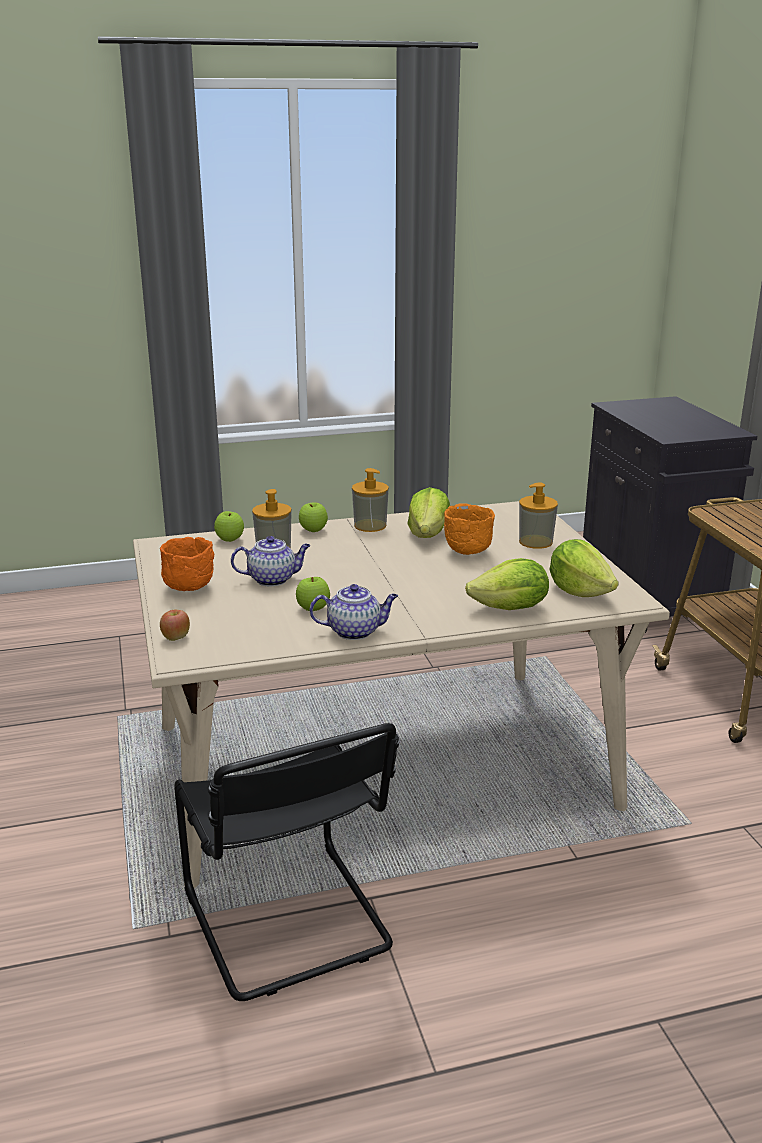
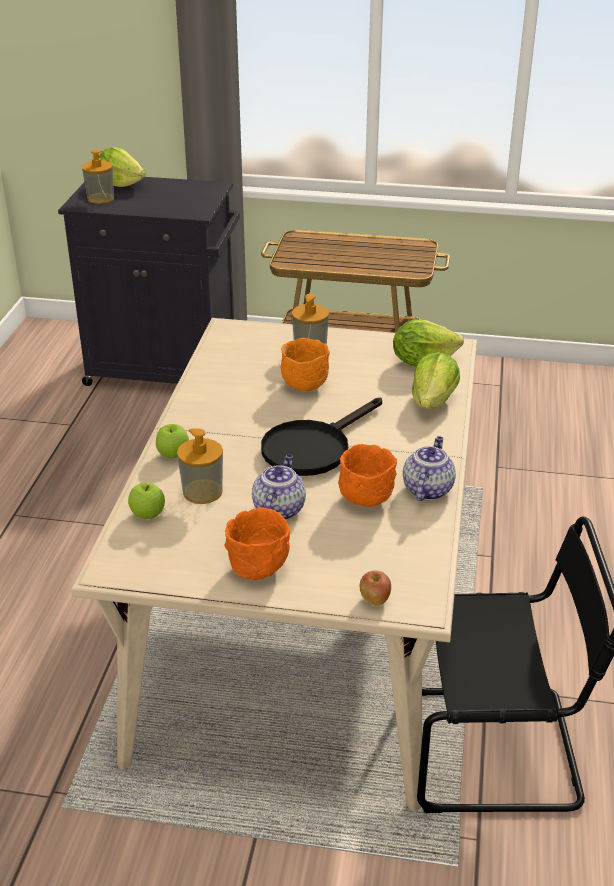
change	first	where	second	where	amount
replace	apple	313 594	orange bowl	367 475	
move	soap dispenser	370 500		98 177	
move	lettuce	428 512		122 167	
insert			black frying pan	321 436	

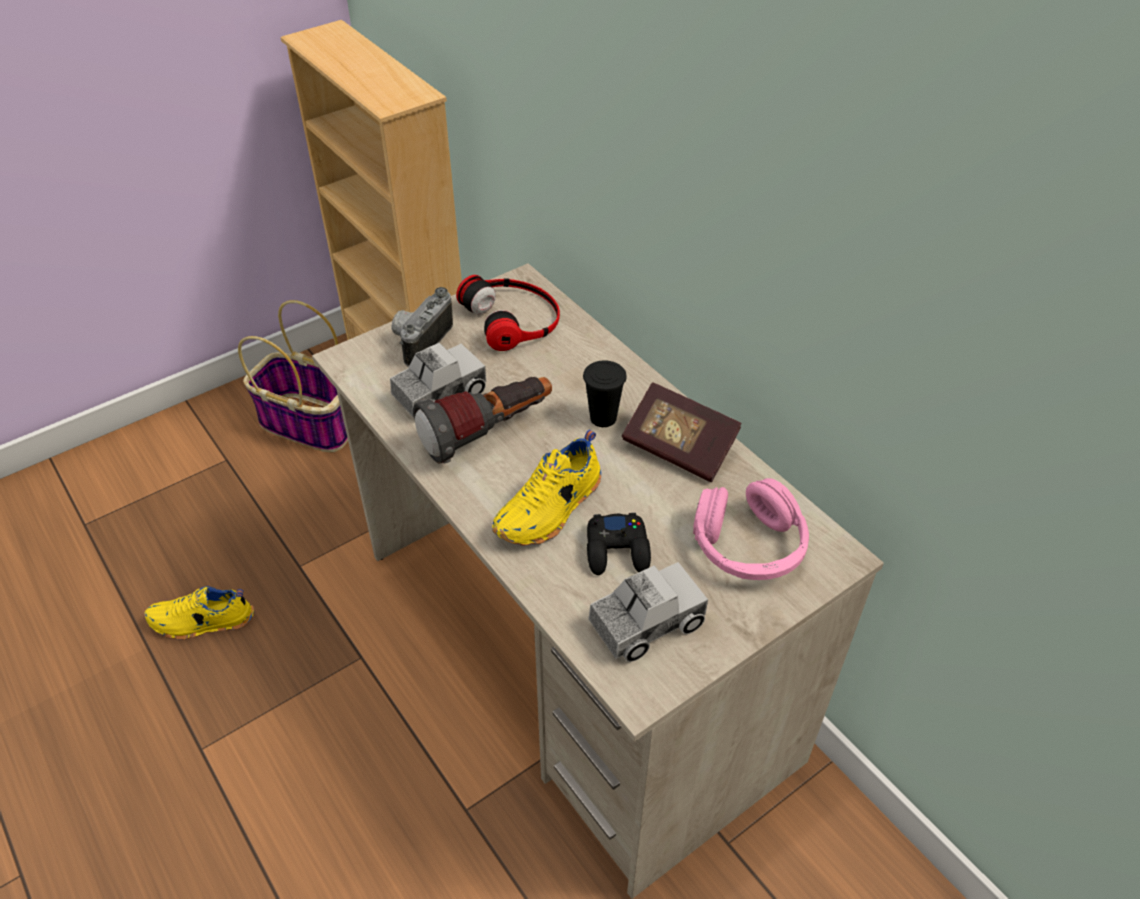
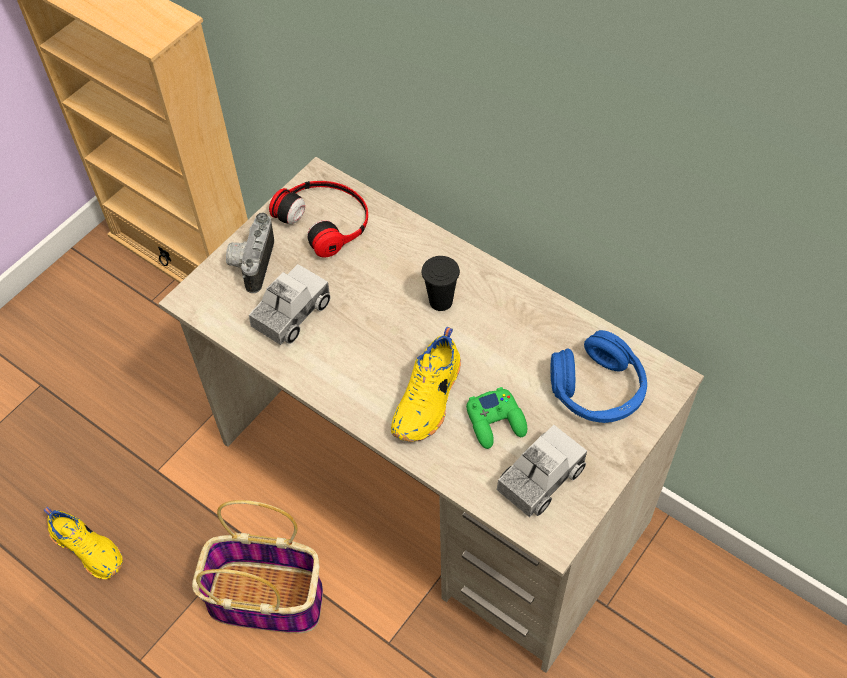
change	first	where	second	where	amount
rotate	yellow shoe	199 613		83 543	120 degrees counterclockwise
move	basket	293 376		257 567	
delete	flashlight	482 420			
recolor	black game controller	619 544	green game controller	496 418	
delete	book	681 432			
recolor	pink headphones	751 529	blue headphones	598 376	

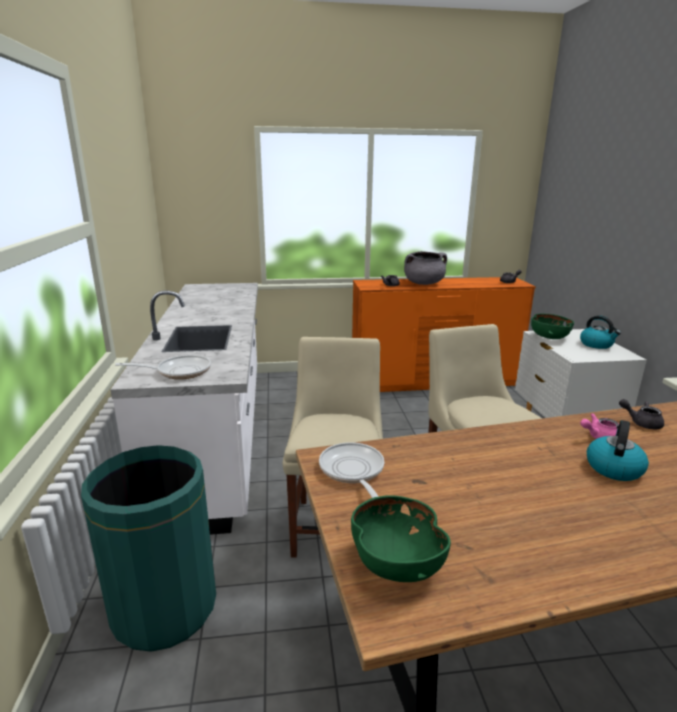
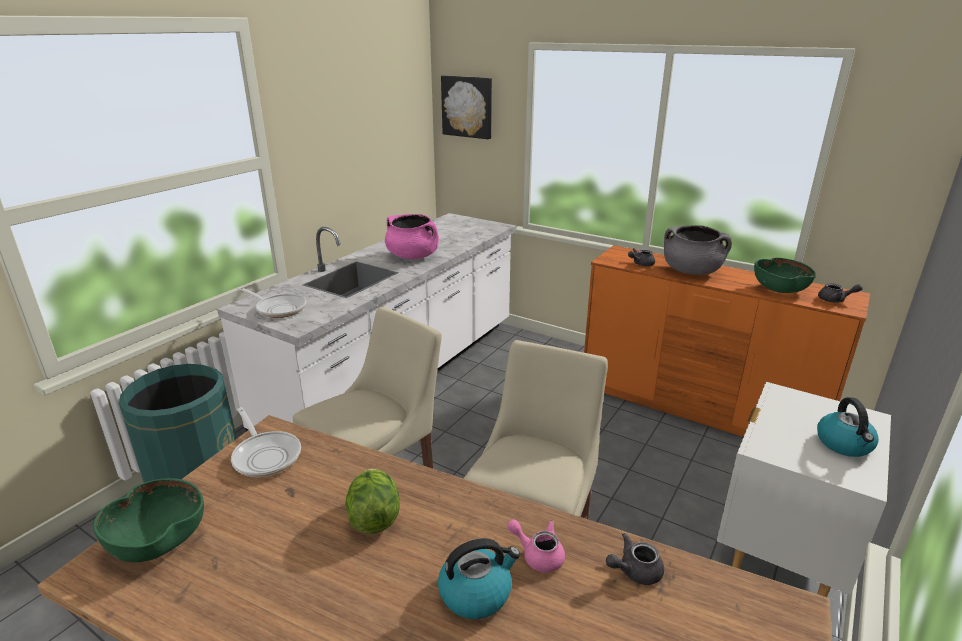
change	first	where	second	where	amount
rotate	frying pan	351 470		266 442	120 degrees clockwise
move	green bowl	552 326		785 275	
rotate	grey teapot	641 414		635 559	90 degrees counterclockwise
insert			lettuce	372 501	
insert			pink cooking pot	412 236	
insert			picture	466 107	

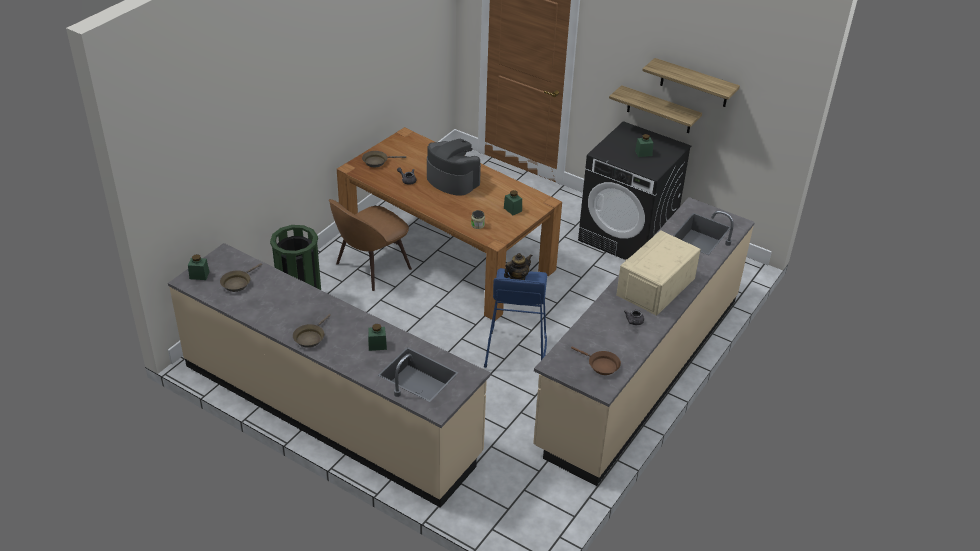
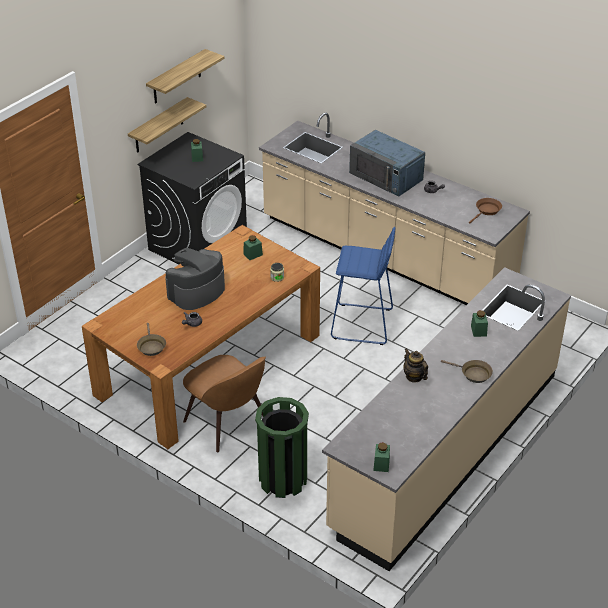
change	first	where	second	where	amount
delete	brown frying pan	241 277			
move	teapot	518 266		415 365	
recolor	beige microwave	658 272	blue microwave	387 163	

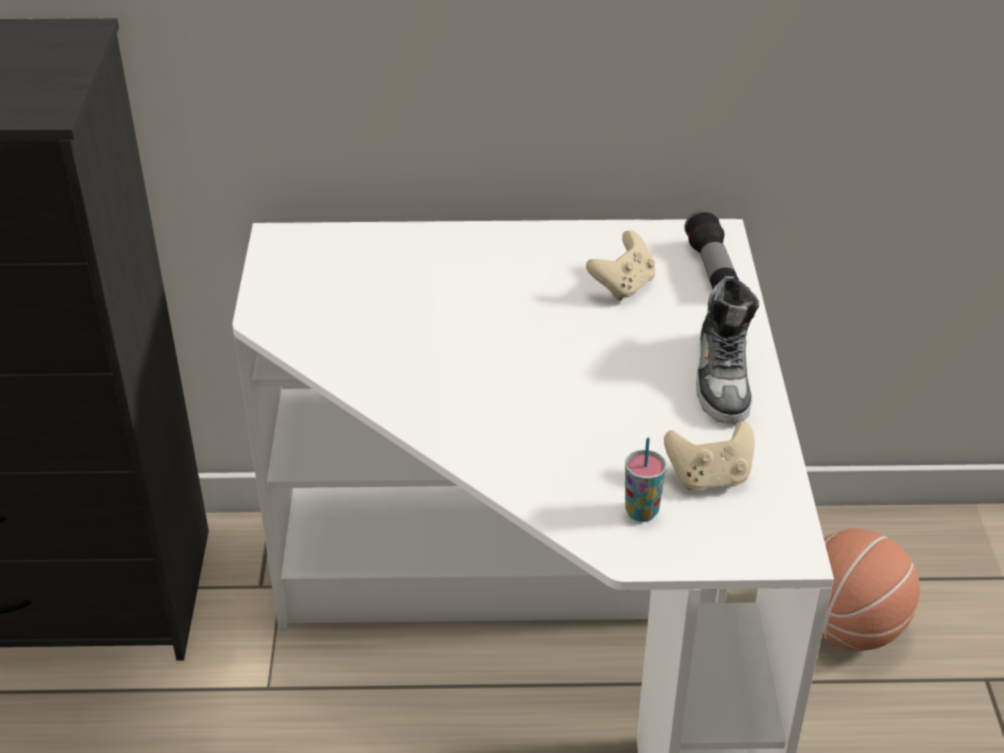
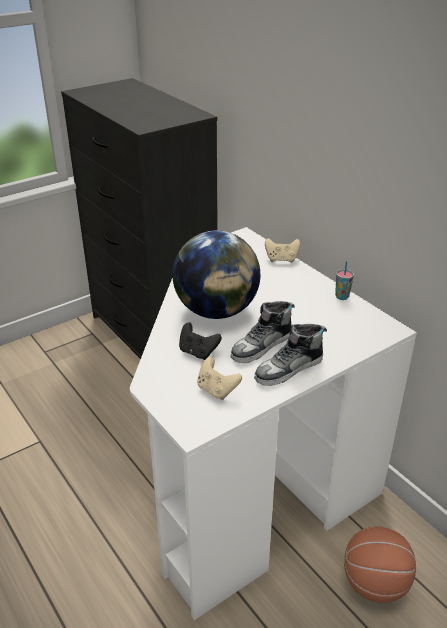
change	first	where	second	where	amount
move	beige game controller	620 266		282 250	
move	cup	646 480		344 280	
delete	flashlight	711 249			
insert			globe	216 274	
insert			black game controller	200 341	
insert			shoe	262 332	

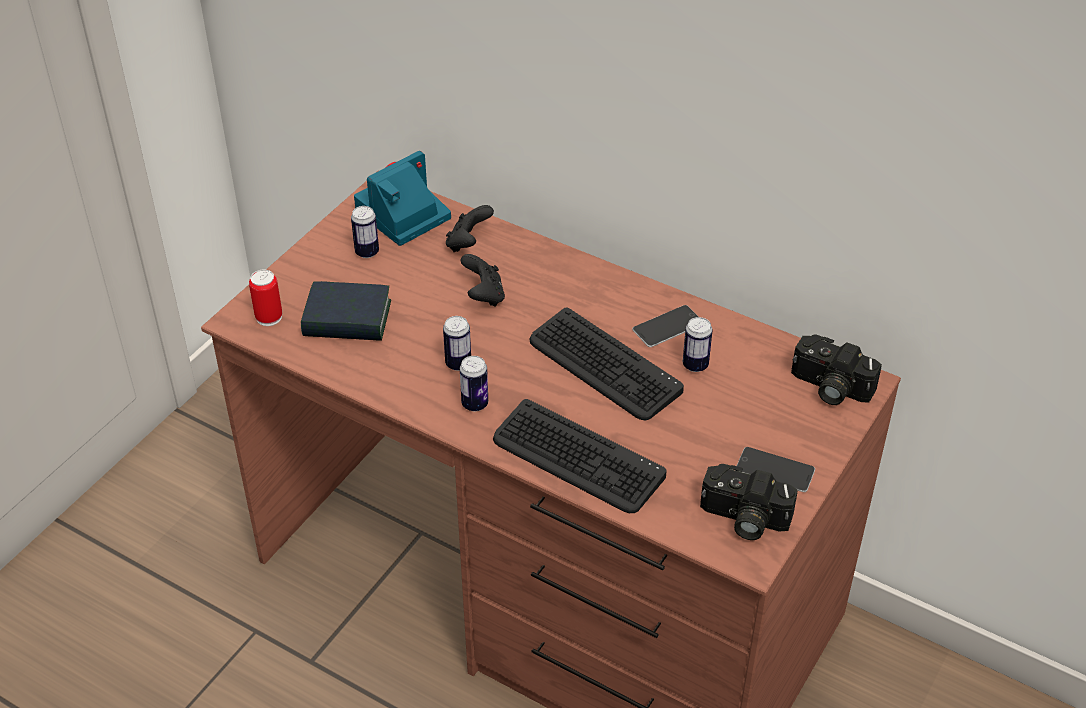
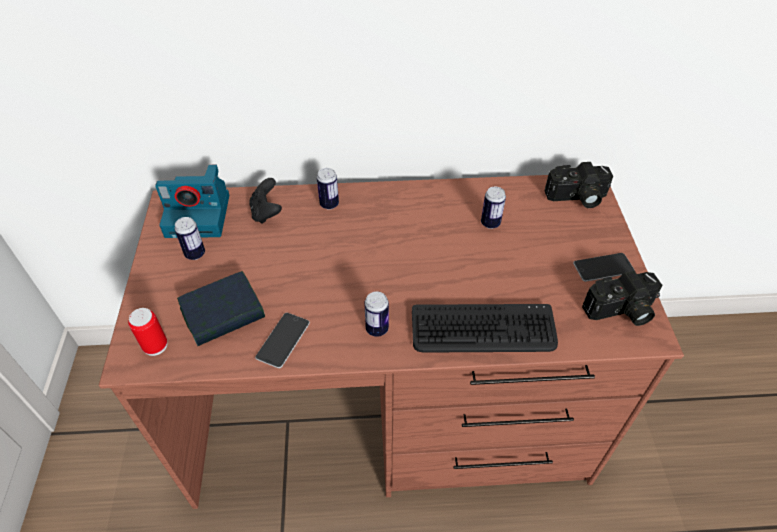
change	first	where	second	where	amount
rotate	photo camera	402 198		192 201	105 degrees counterclockwise
move	can	457 343		328 188	
delete	black game controller	483 280			
delete	keyboard	606 364			
move	phone	665 326		282 340	

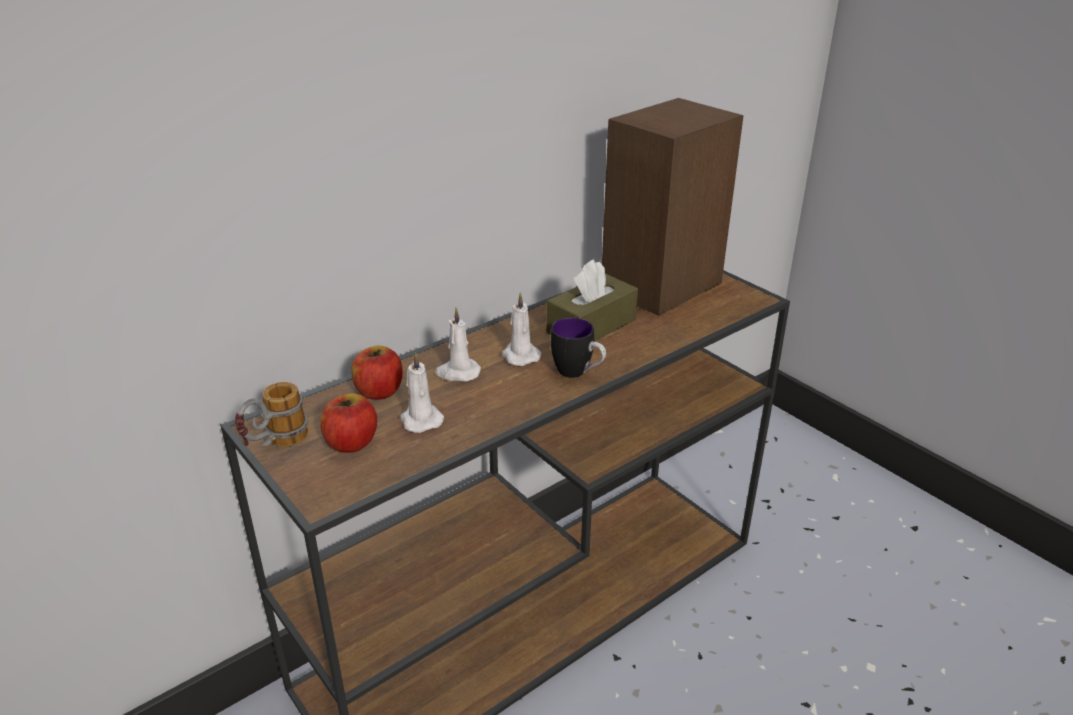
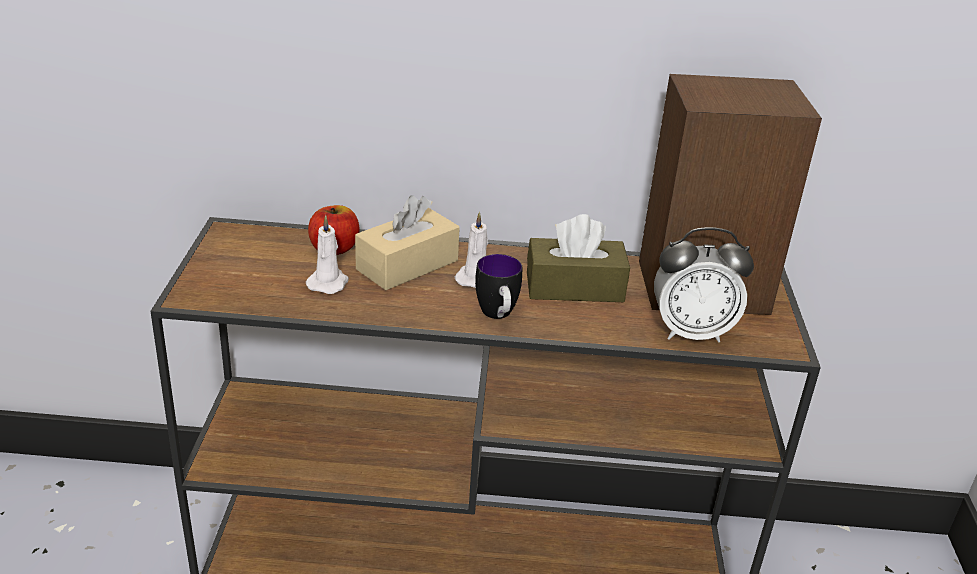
change	first	where	second	where	amount
delete	mug	271 414			
delete	apple	348 423			
replace	white candle	458 345	beige tissue box	407 242	
insert			alarm clock	704 285	

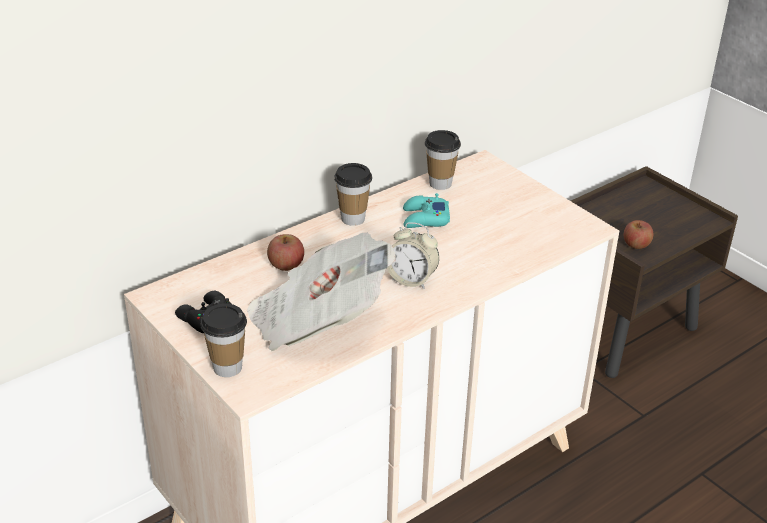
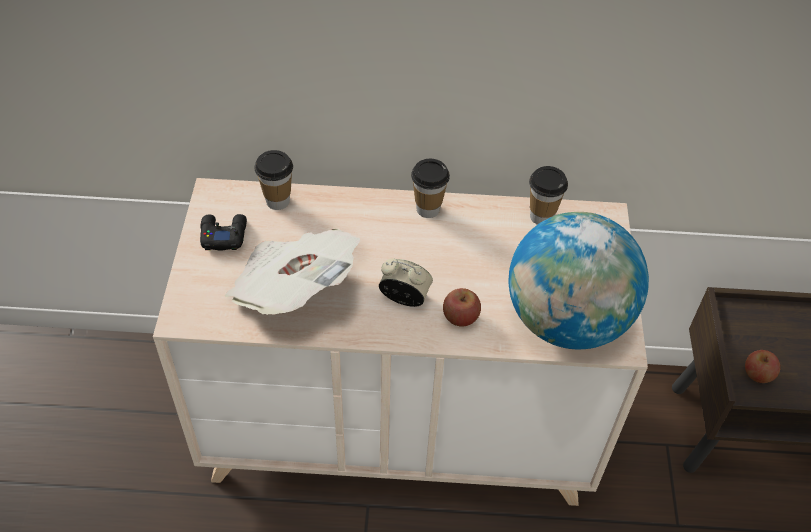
change	first	where	second	where	amount
move	cup	223 340		273 180	
move	apple	285 252		462 307	
rotate	alarm clock	413 255		406 282	135 degrees clockwise
delete	turquoise game controller	426 210			
insert			globe	579 280	

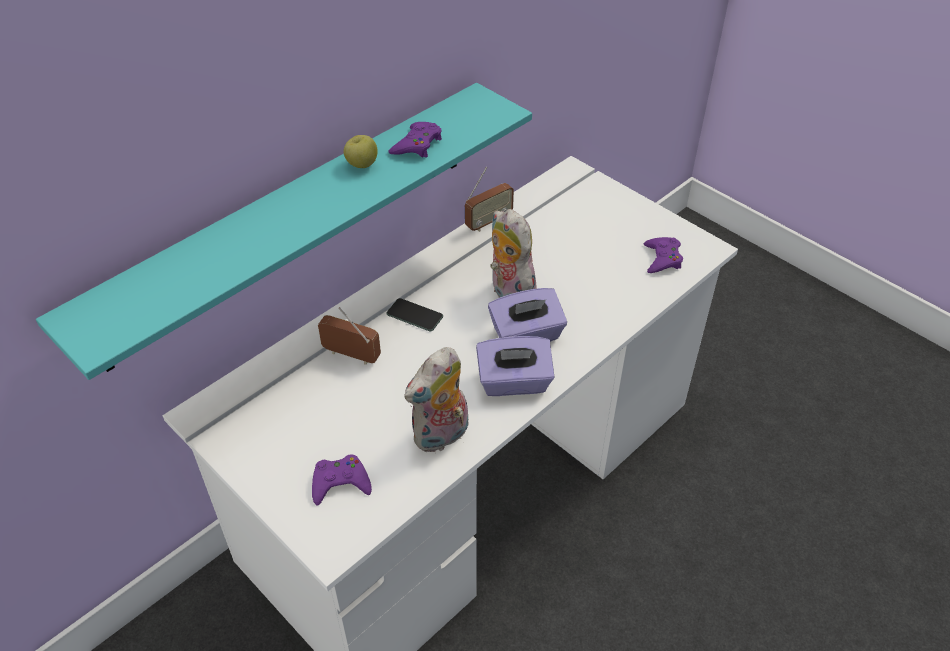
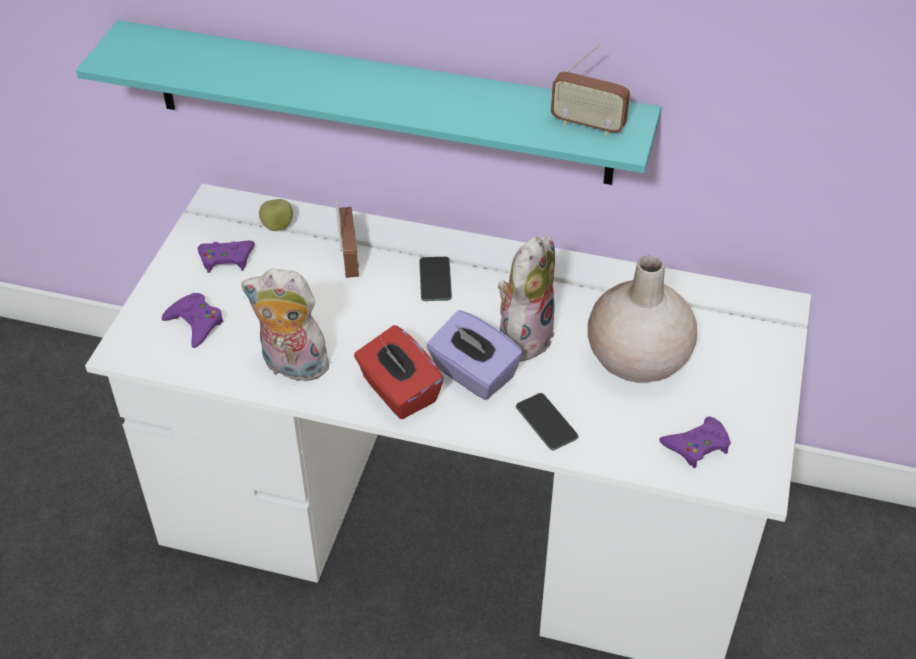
change	first	where	second	where	amount
move	apple	360 151		276 215	
move	purple game controller	415 140		226 257	
move	radio	489 199		590 89	
recolor	purple tissue box	515 366	red tissue box	399 372	
insert			phone	547 421	
insert			beige vase	642 319	

